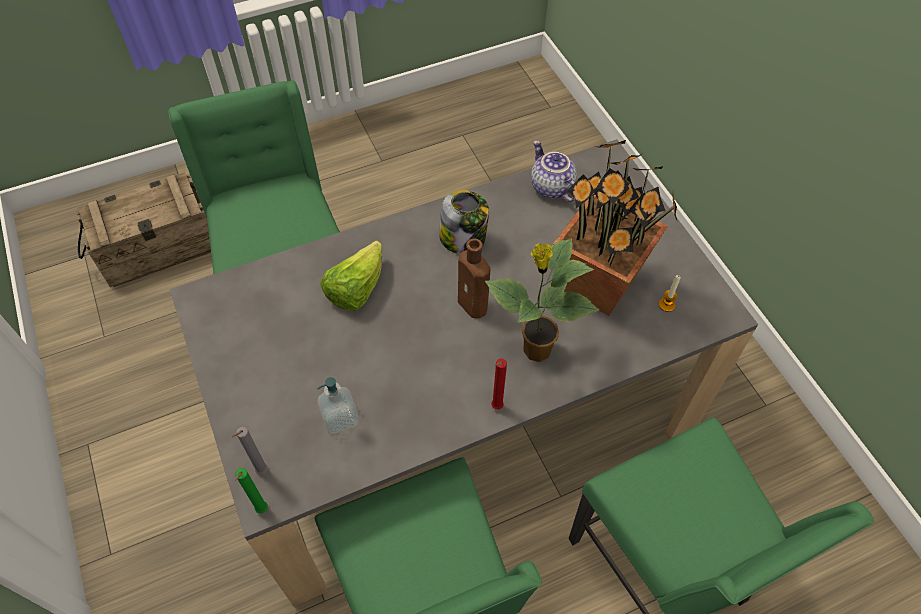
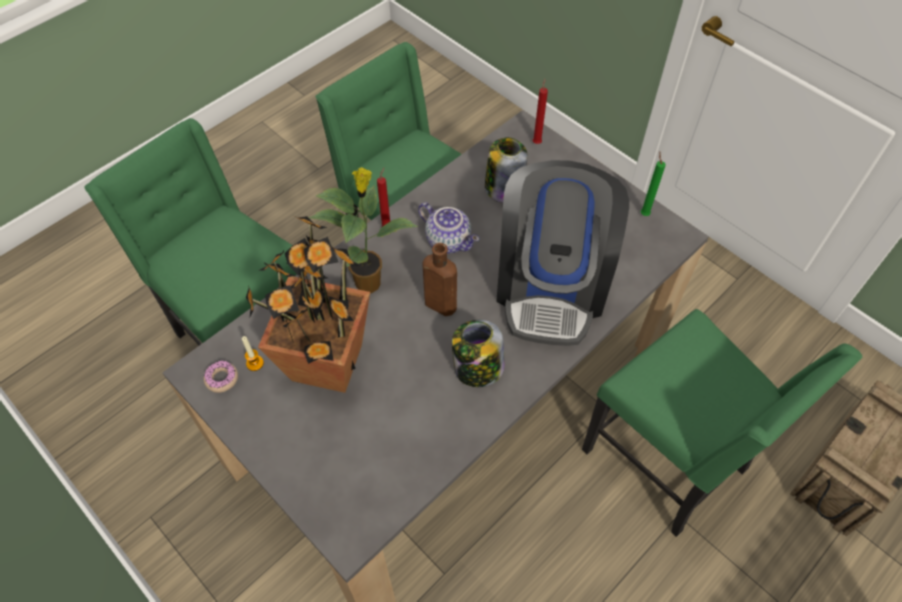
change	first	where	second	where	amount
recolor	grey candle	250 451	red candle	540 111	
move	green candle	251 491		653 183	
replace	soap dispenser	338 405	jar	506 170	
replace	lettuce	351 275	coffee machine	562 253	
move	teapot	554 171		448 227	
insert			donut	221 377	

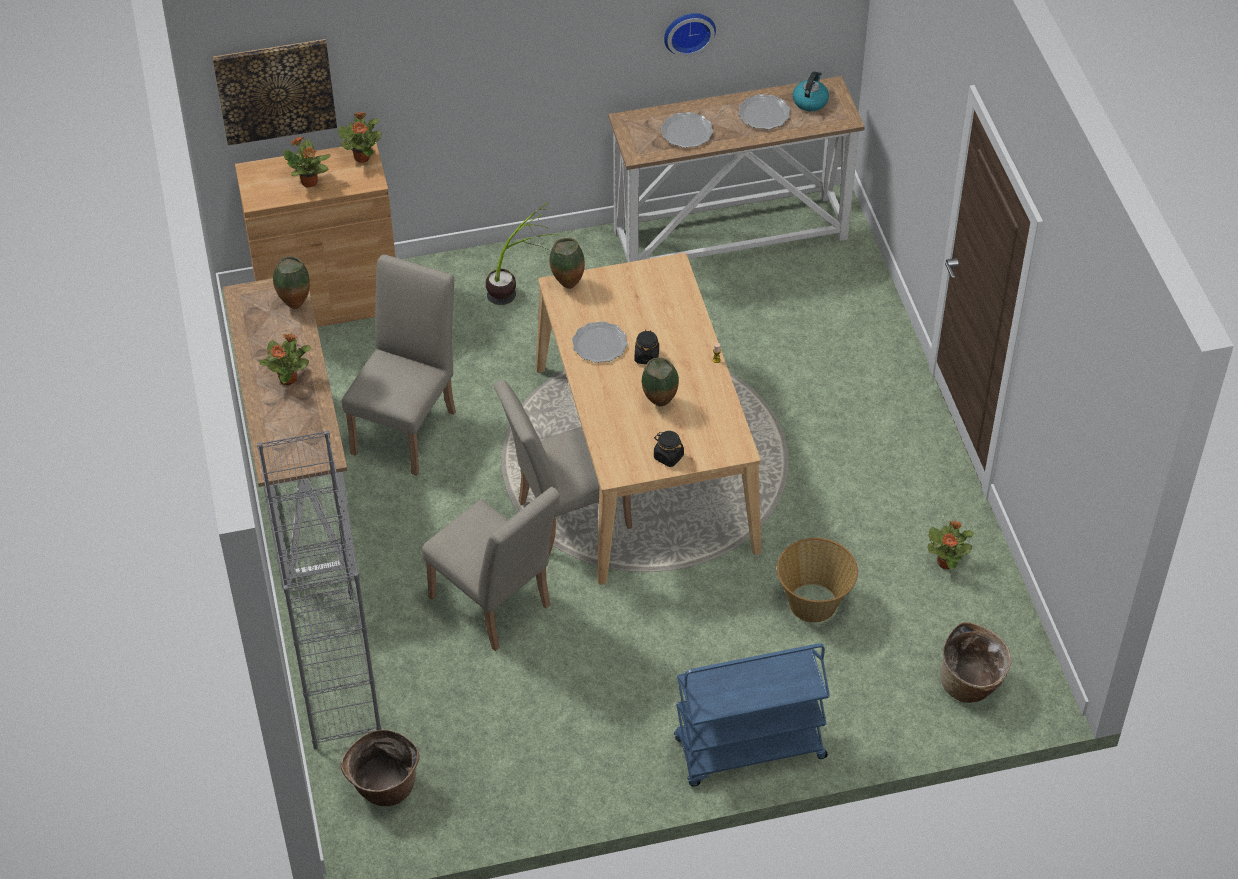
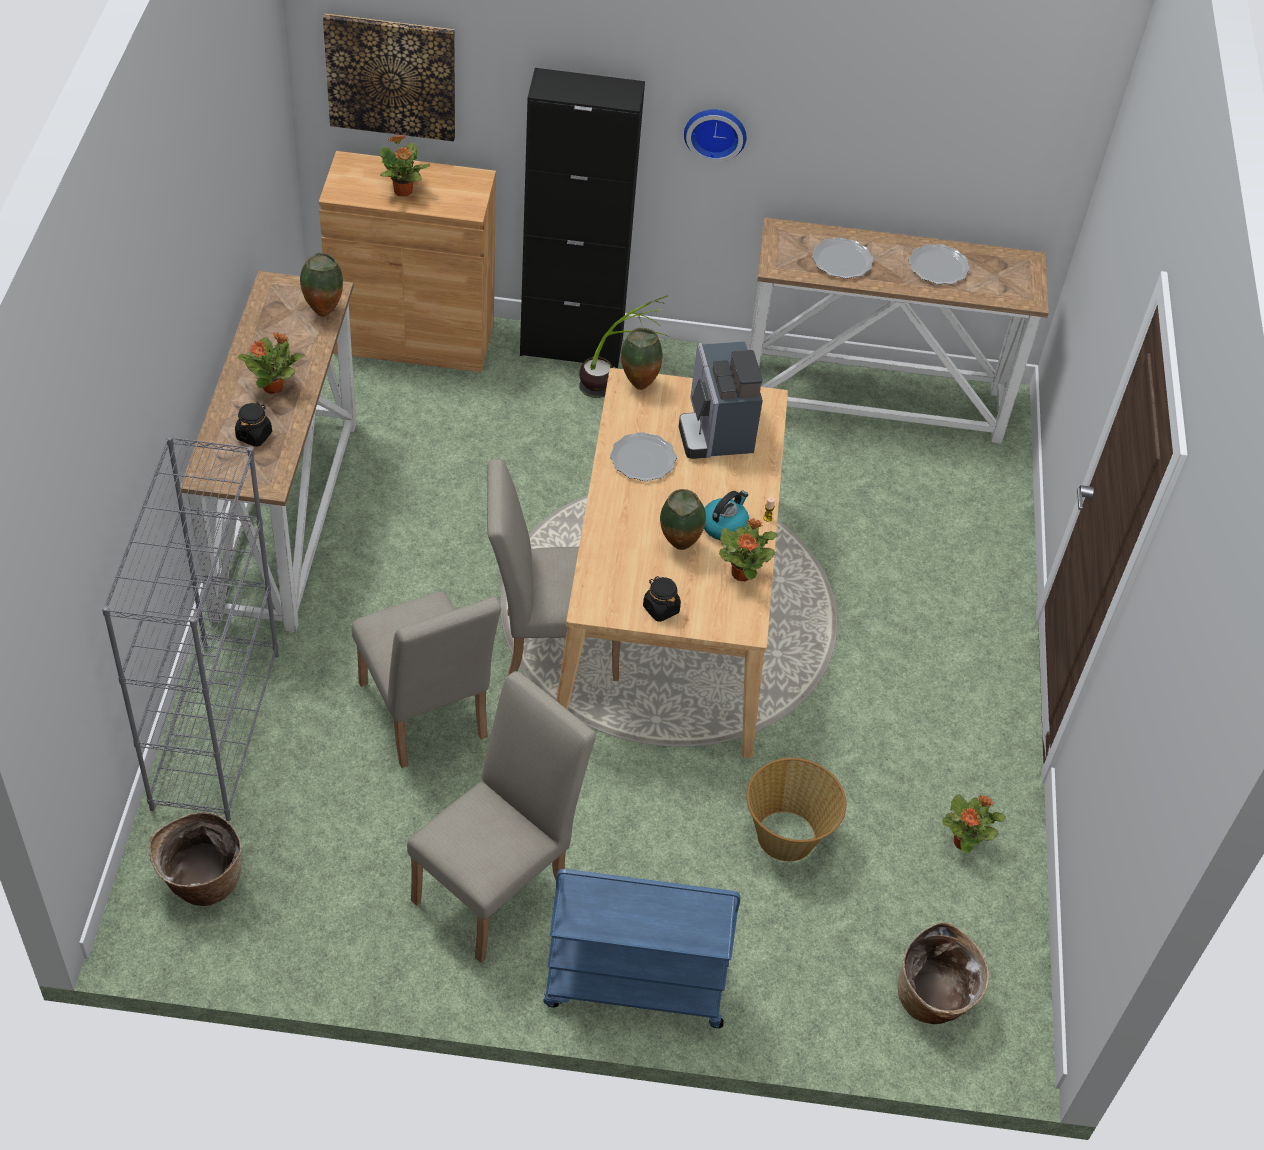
change	first	where	second	where	amount
move	potted plant	360 137		748 549	
move	beige chair	399 365		501 817	
move	black jar	647 347		253 424	
move	wall clock	690 35		715 136	
move	kettle	811 91		726 515	
insert			black cabinet	582 218	
insert			coffee machine	721 400	

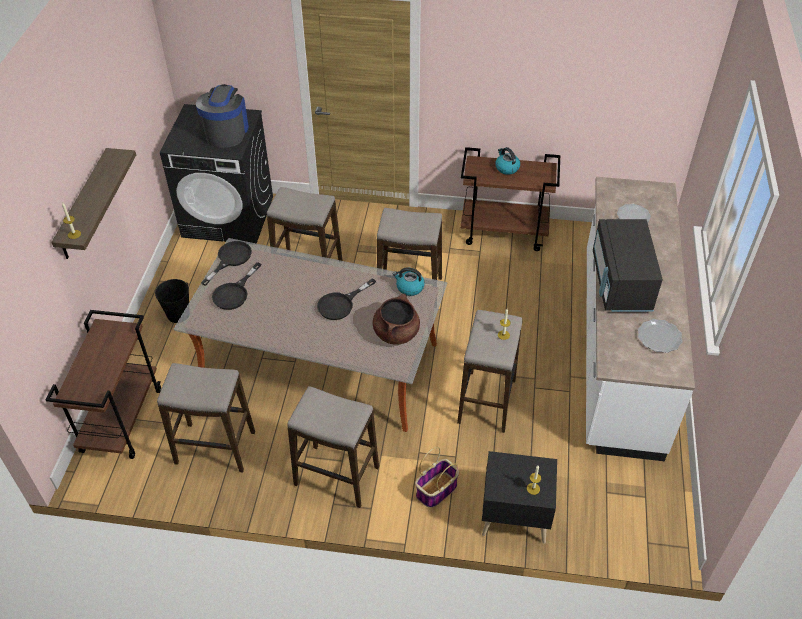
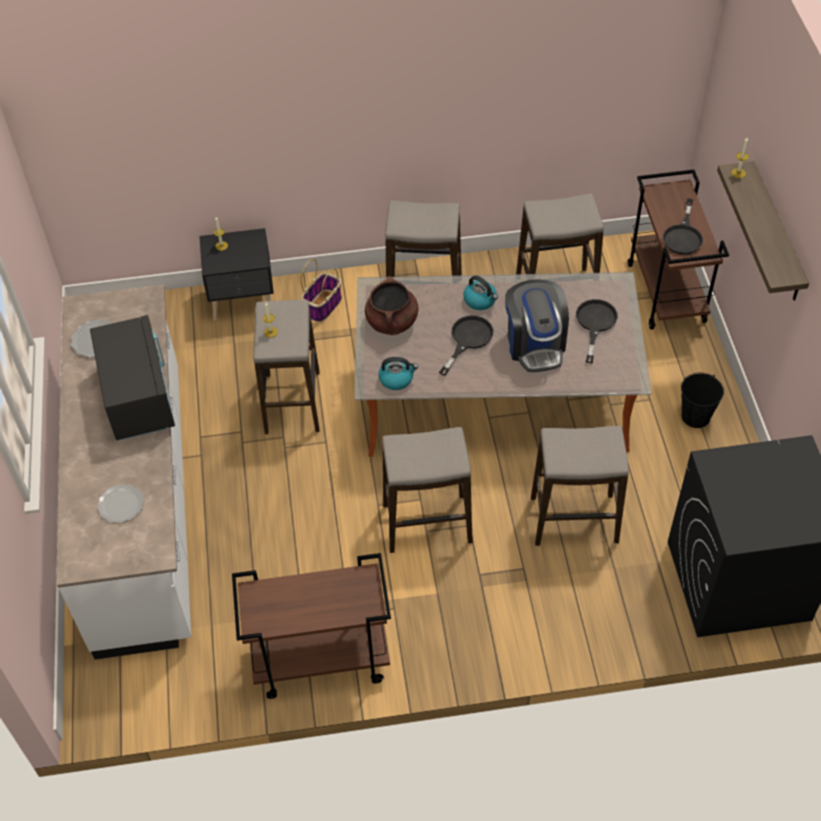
change	first	where	second	where	amount
move	coffee machine	222 116		537 325	
move	black frying pan	226 263		683 226	
move	kettle	507 161		480 293	

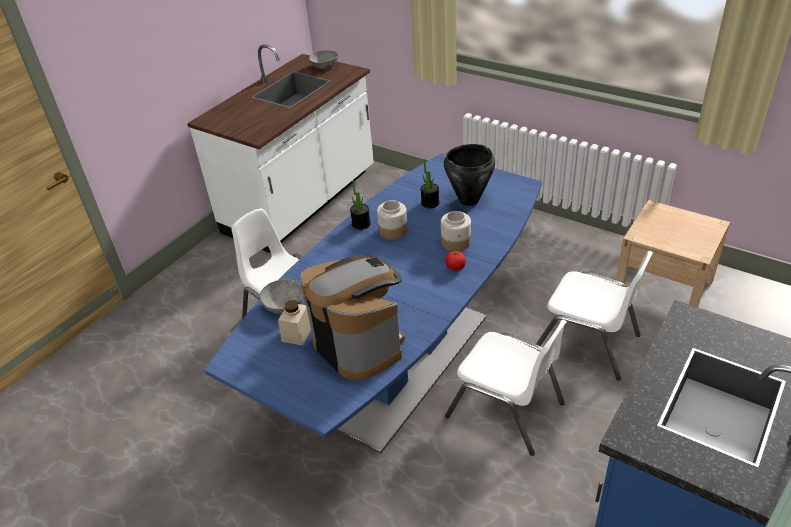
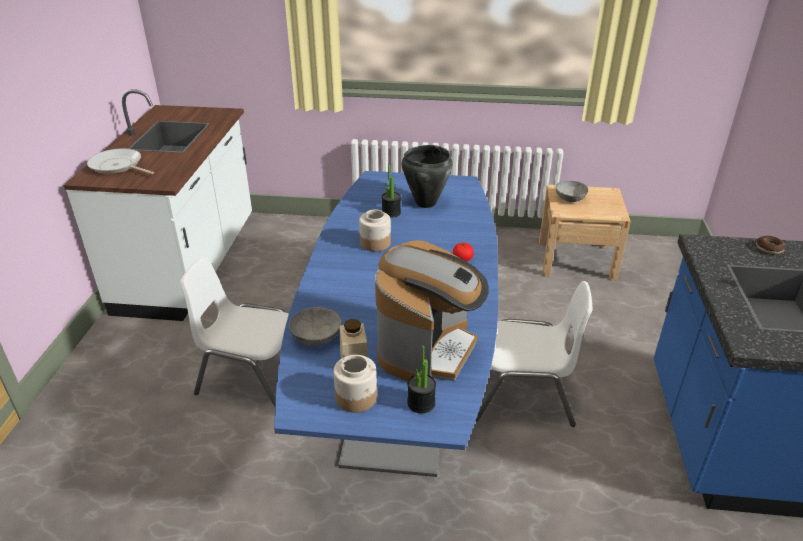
change	first	where	second	where	amount
rotate	coffee machine	352 318		432 310	90 degrees clockwise
move	grey bowl	323 59		572 191	
move	potted plant	360 205		421 379	
move	jar	456 231		355 384	
delete	white chair	594 315			
insert			frying pan	120 161	
insert			donut	771 245	

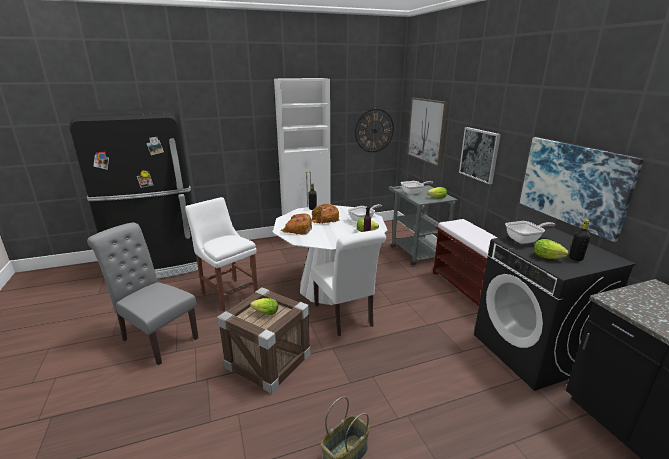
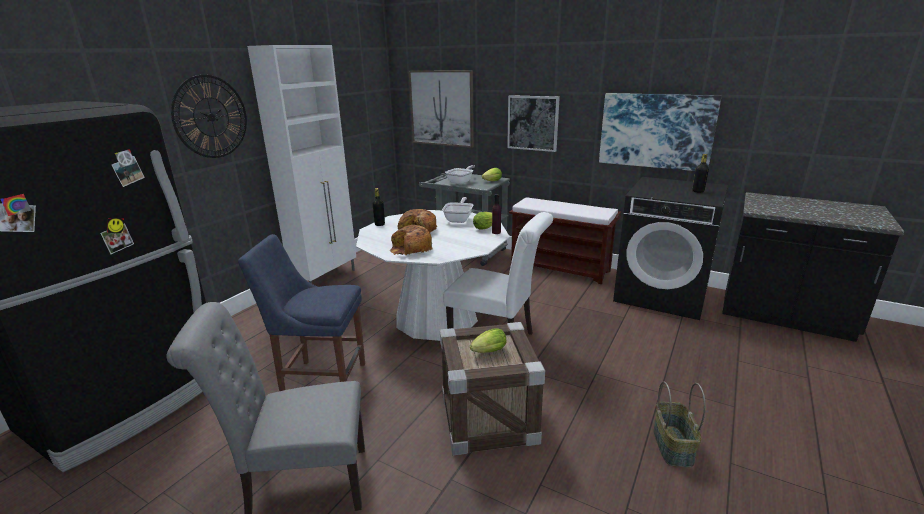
change	first	where	second	where	amount
recolor	white chair	221 254	blue chair	301 312	
move	wall clock	374 130		209 116	
delete	frying pan	530 232			
delete	lettuce	551 249			

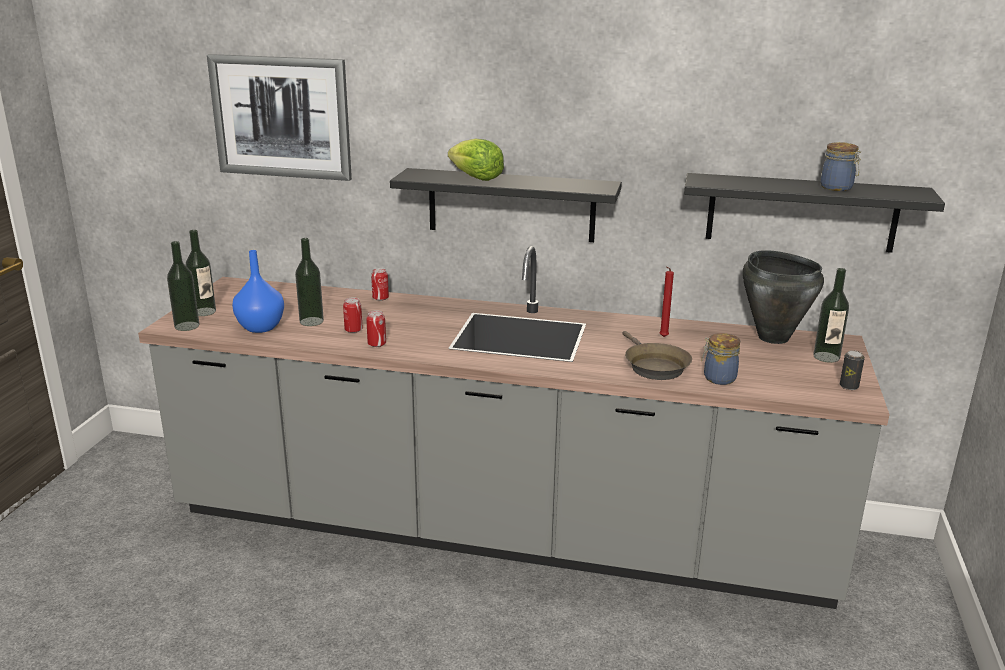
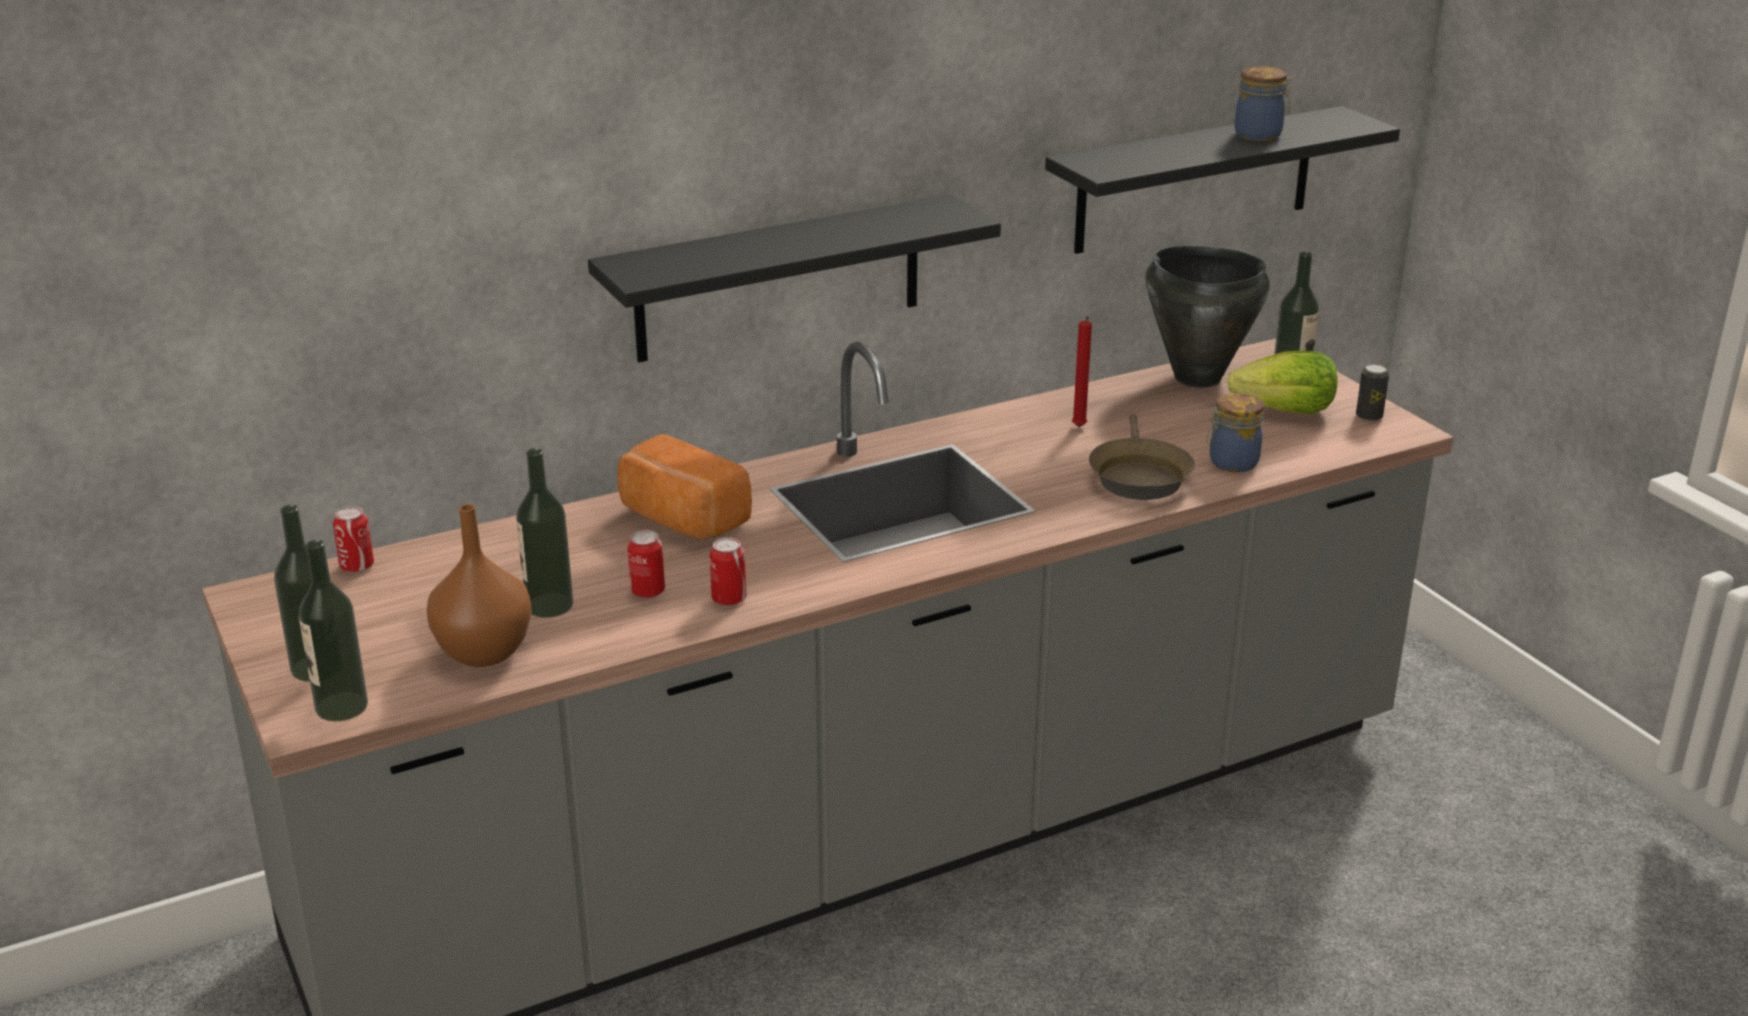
change	first	where	second	where	amount
delete	picture	279 117			
recolor	blue vase	258 291	brown vase	479 585	
move	can	380 284		353 539	
move	lettuce	476 160		1282 382	
rotate	brown frying pan	657 355		1142 457	60 degrees clockwise
insert			bread	684 487	

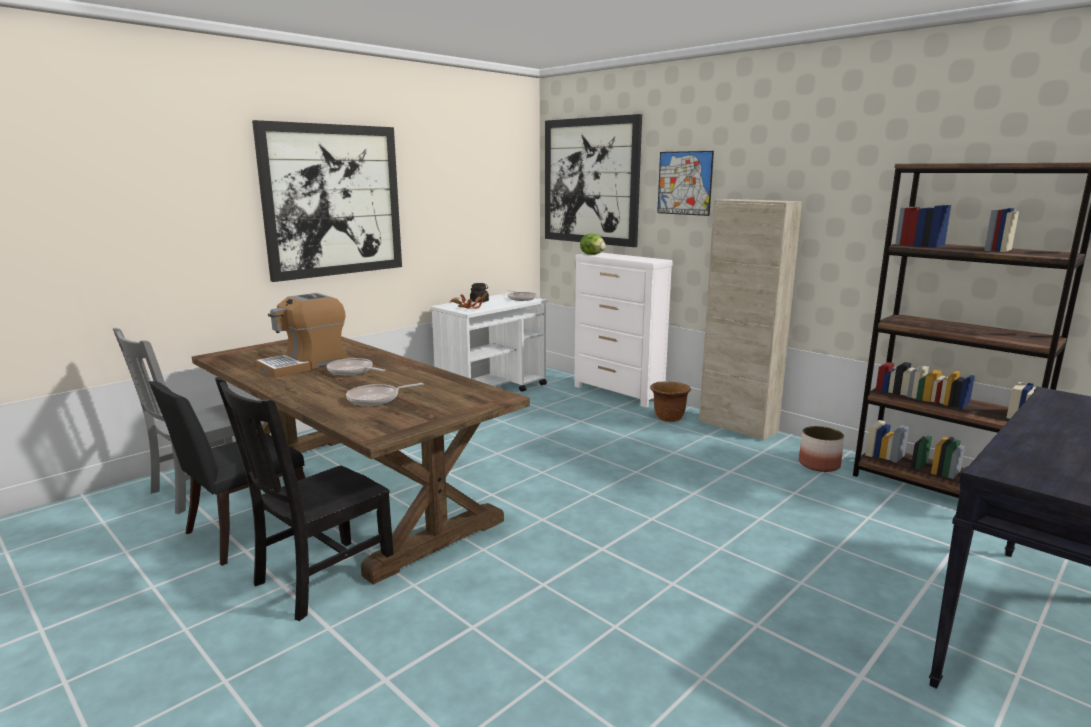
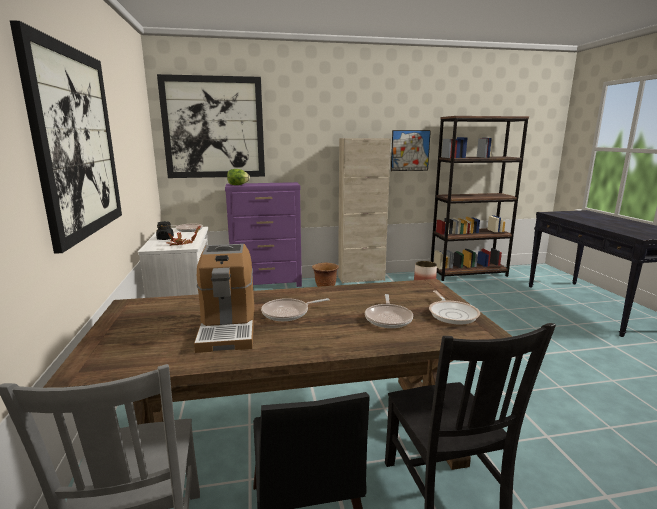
change	first	where	second	where	amount
recolor	white dresser	623 330	purple dresser	263 234	
move	picture	685 183		411 150	
insert			frying pan	454 307	

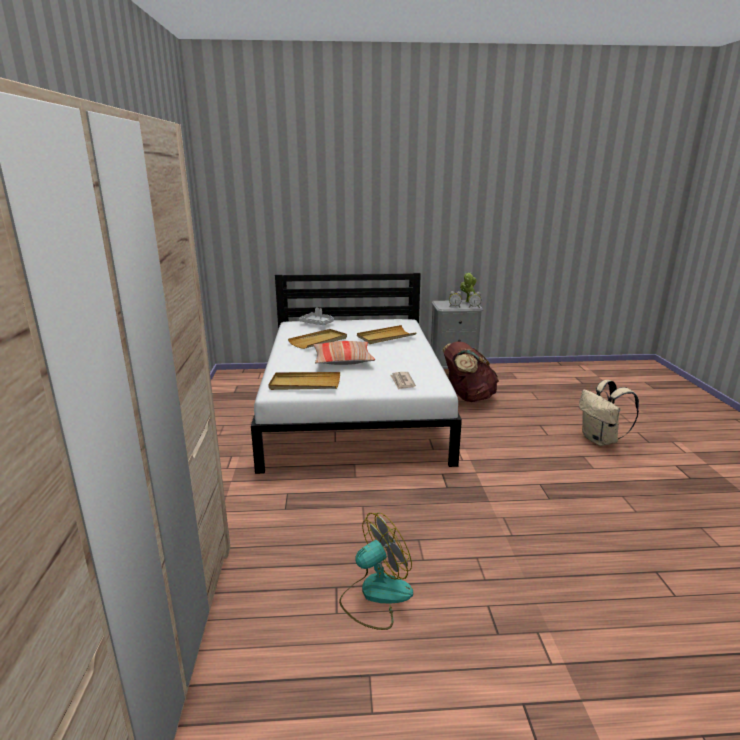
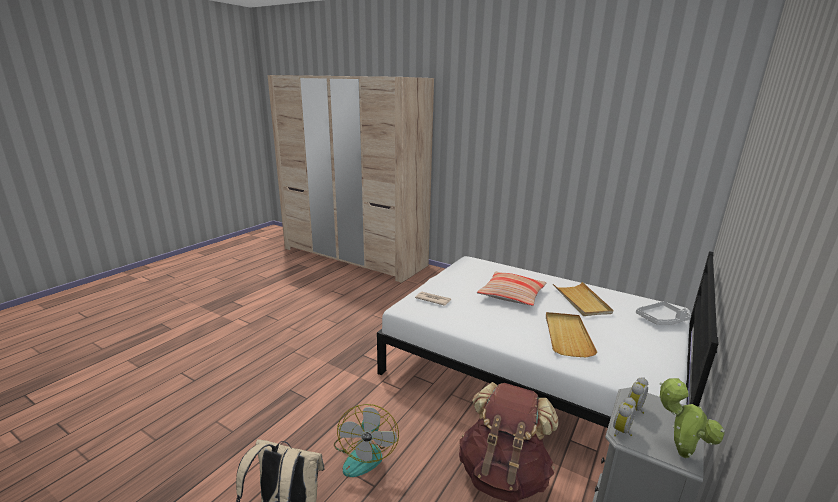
change	first	where	second	where	amount
delete	beige tray	304 381			
move	fan	376 571		366 440	

